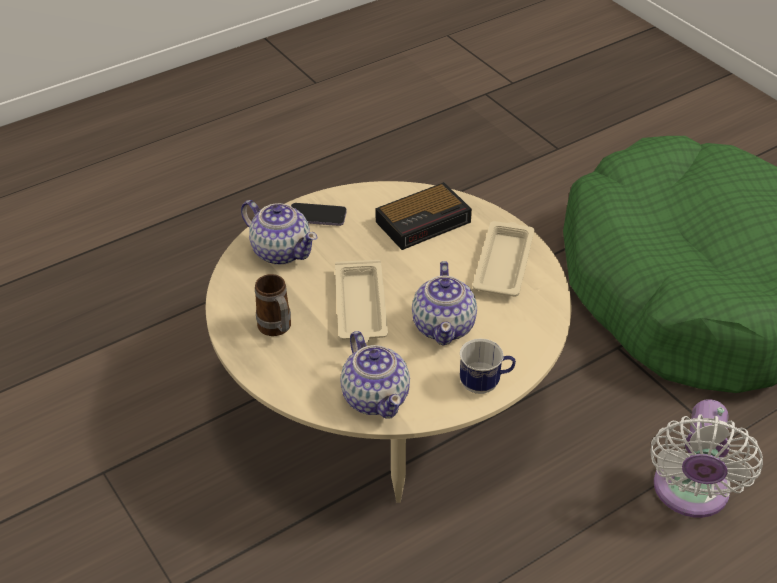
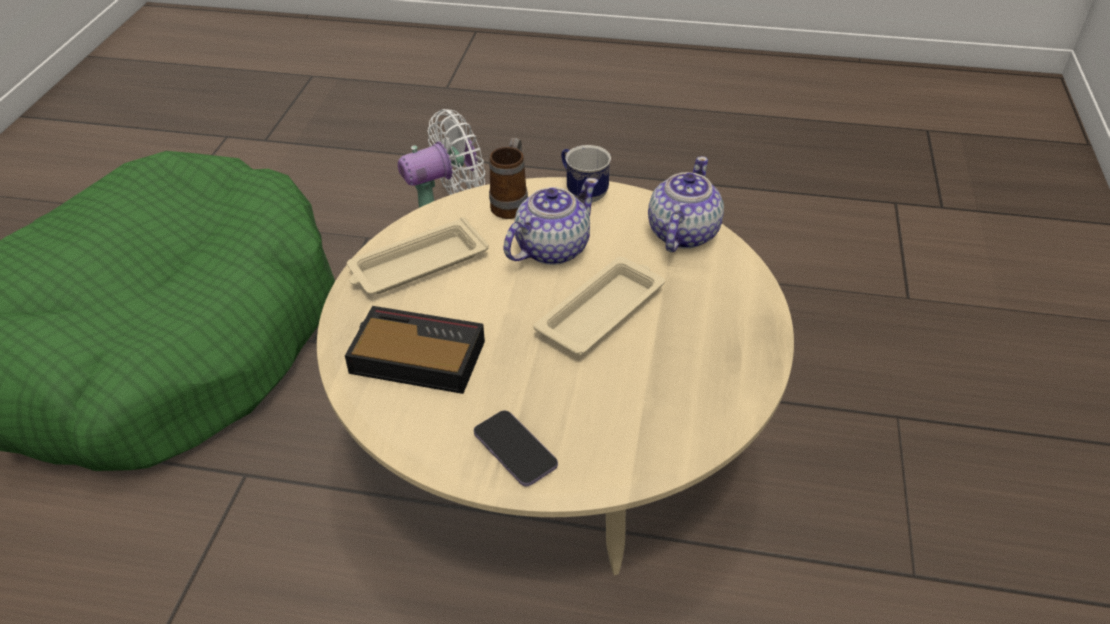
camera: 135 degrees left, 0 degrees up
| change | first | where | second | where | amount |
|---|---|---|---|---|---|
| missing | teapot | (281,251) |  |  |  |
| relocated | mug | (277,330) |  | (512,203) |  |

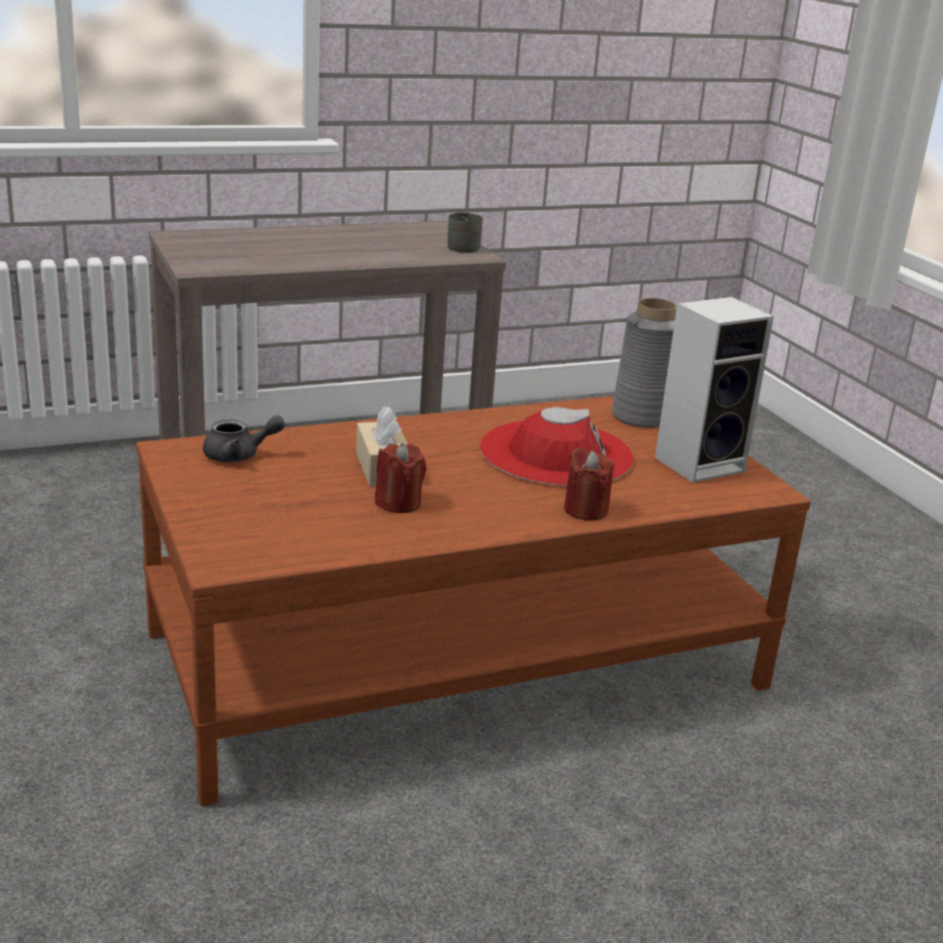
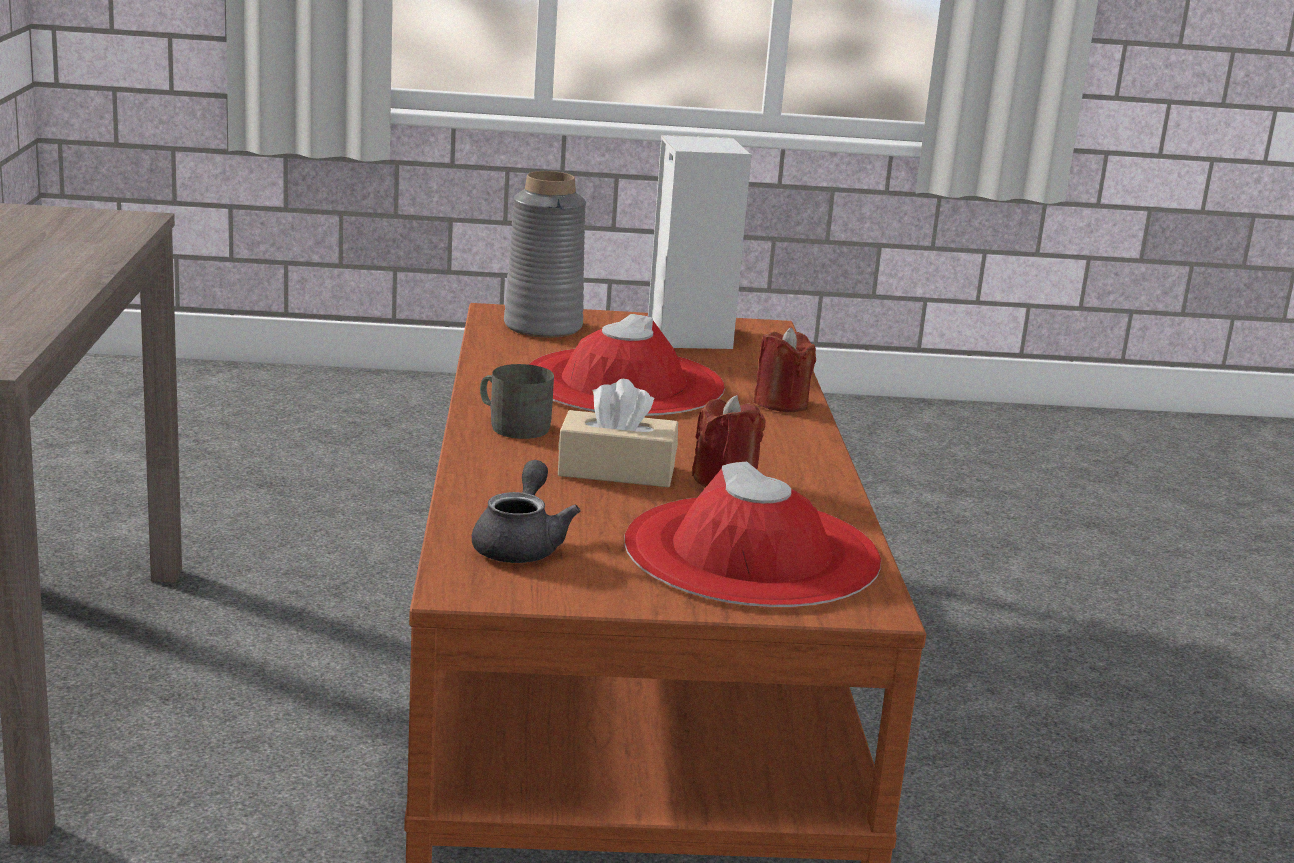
camera: 70 degrees left, 5 degrees down
| change | first | where | second | where | amount |
|---|---|---|---|---|---|
| relocated | grey mug | (465,247) |  | (513,426) |  |
| appeared |  |  | red hat | (751,552) |  |

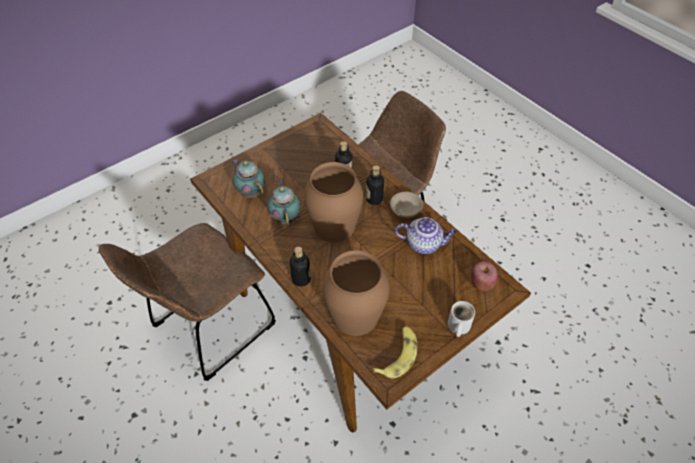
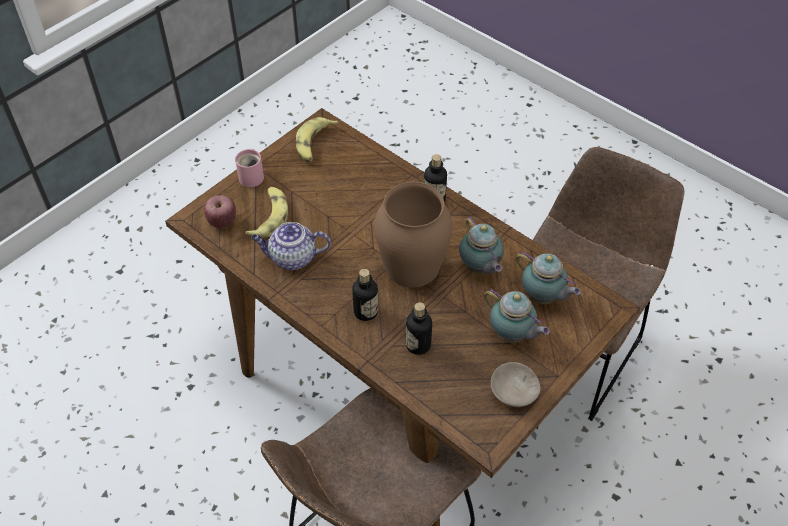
camera: 170 degrees right, 0 degrees up
| change | first | where | second | where | amount |
|---|---|---|---|---|---|
| missing | brown vase | (354,316) |  |  |  |
| relocated | beige bowl | (406,210) |  | (512,392) |  |
| colour | white mug | (458,326) | pink mug | (252,176) |  |
| appeared |  |  | banana | (269,216) |  |
| appeared |  |  | teapot | (512,335) |  |

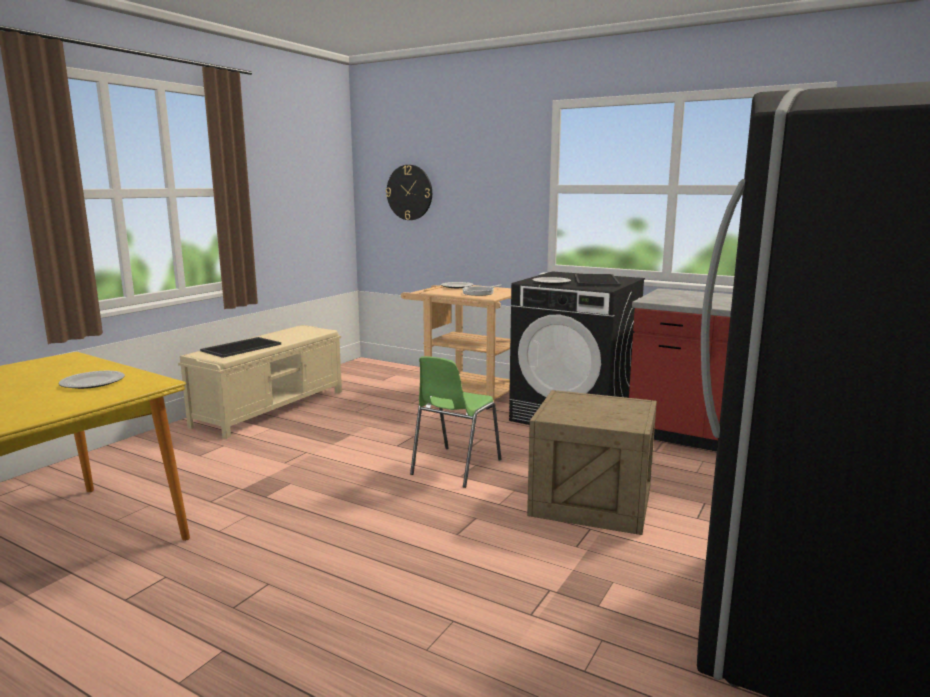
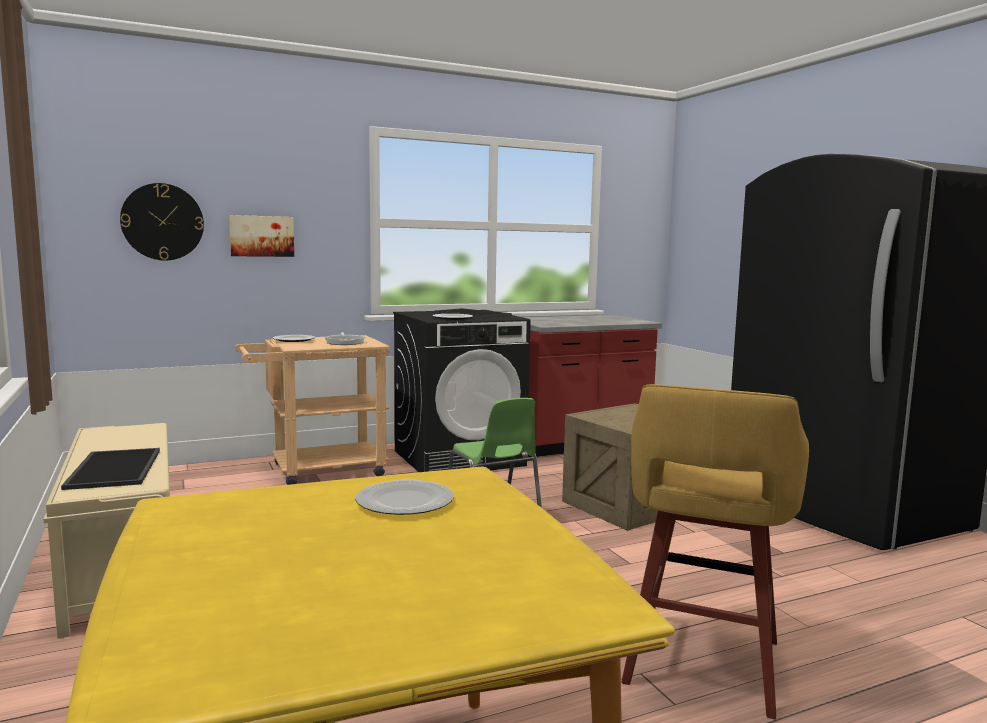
camera: 55 degrees left, 5 degrees down
| change | first | where | second | where | amount |
|---|---|---|---|---|---|
| appeared |  |  | picture | (262,236) |  |
| appeared |  |  | yellow stool | (701,665) |  |

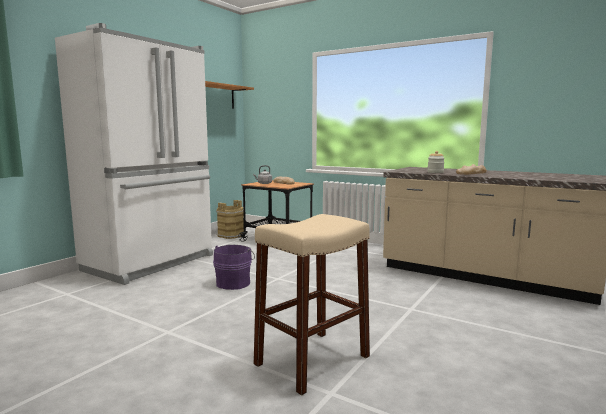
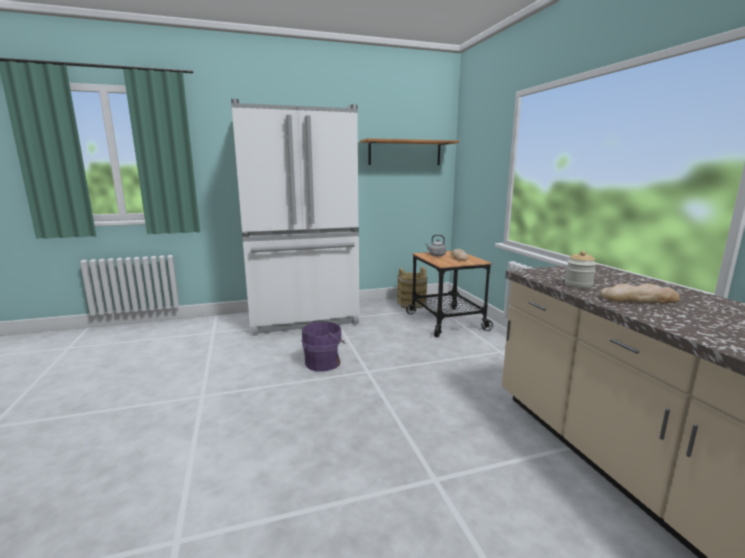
camera: 40 degrees right, 5 degrees up
| change | first | where | second | where | amount |
|---|---|---|---|---|---|
| missing | beige stool | (312,360) |  |  |  |

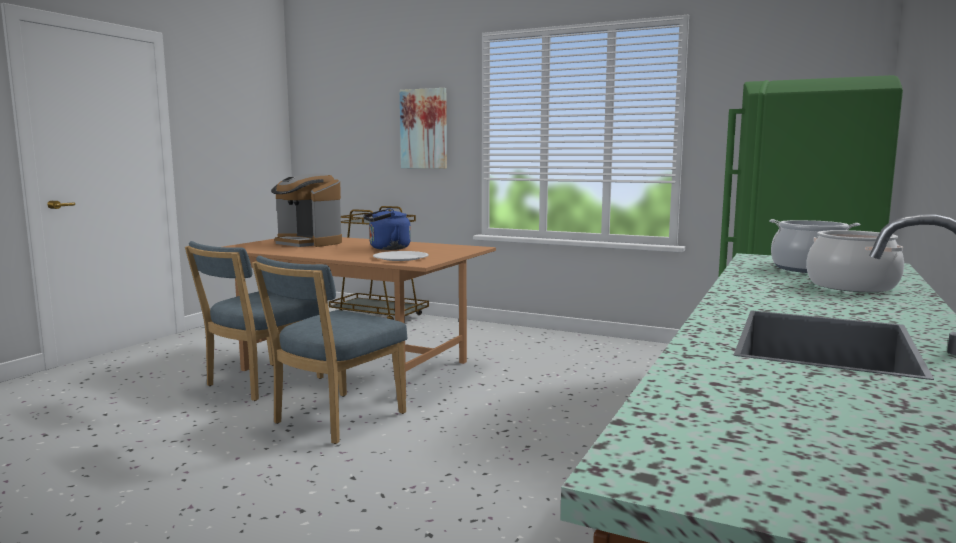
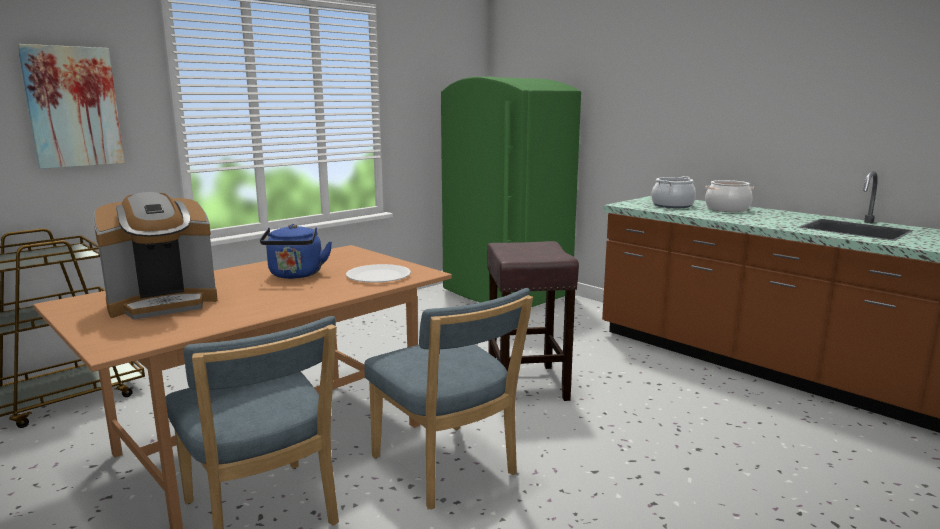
camera: 70 degrees left, 5 degrees up
| change | first | where | second | where | amount |
|---|---|---|---|---|---|
| appeared |  |  | brown stool | (526,383) |  |

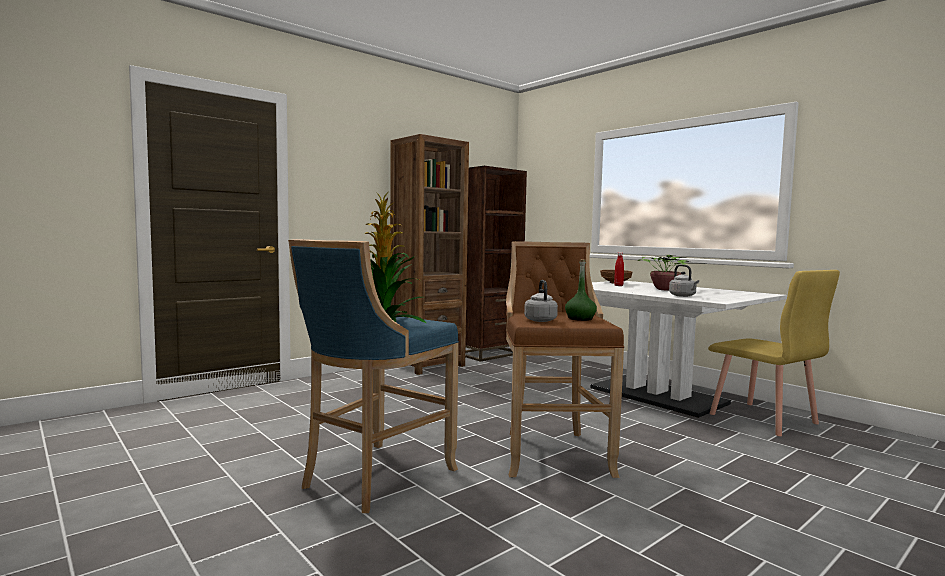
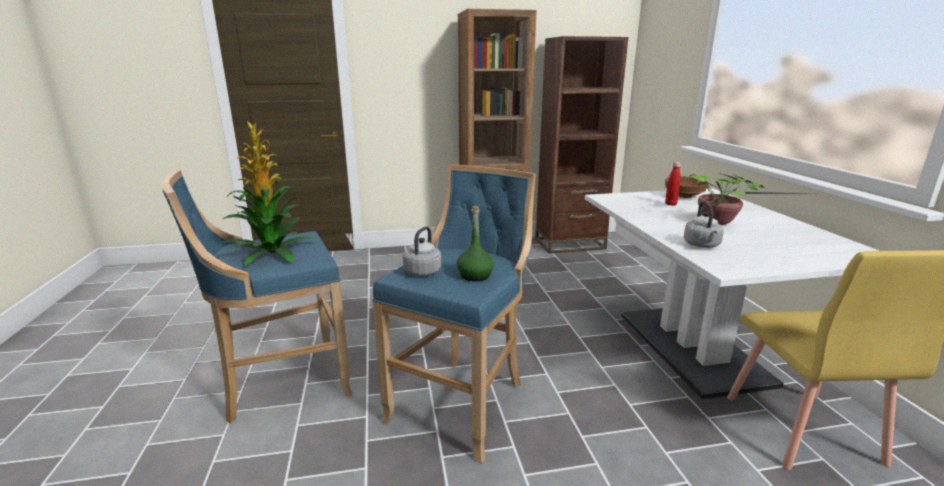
camera: 30 degrees right, 15 degrees up
| change | first | where | second | where | amount |
|---|---|---|---|---|---|
| colour | brown stool | (553,452) | blue stool | (462,401) |  |

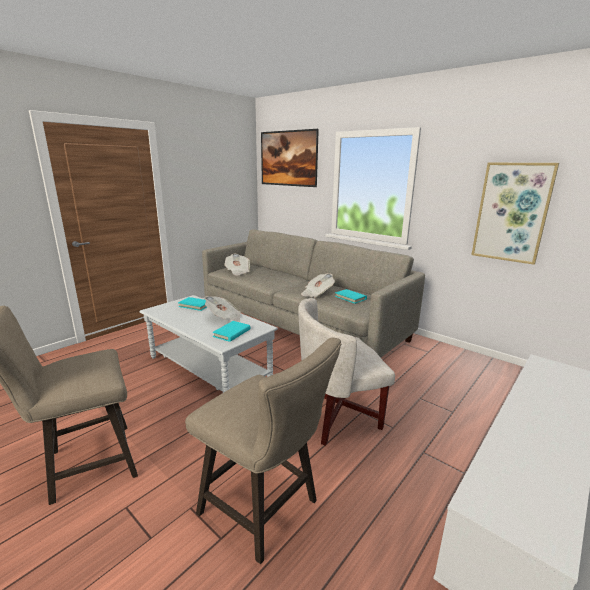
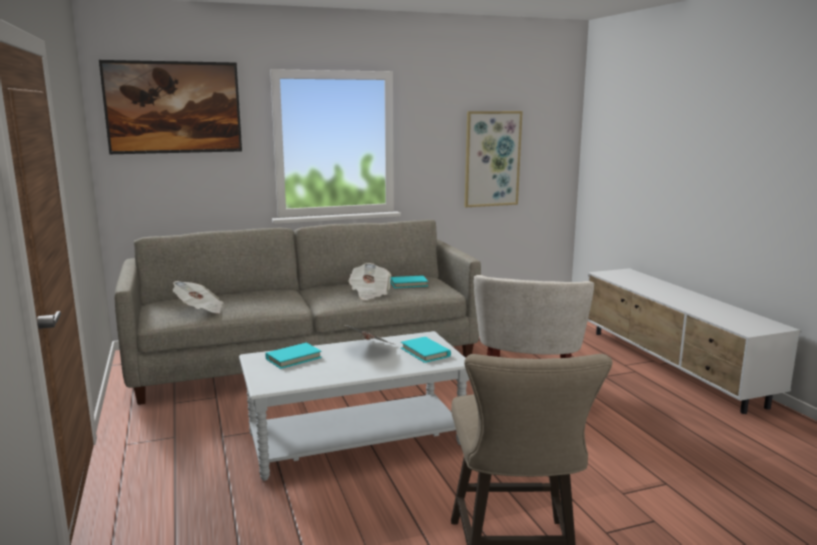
camera: 60 degrees left, 5 degrees down
| change | first | where | second | where | amount |
|---|---|---|---|---|---|
| missing | beige stool | (265,510) |  |  |  |

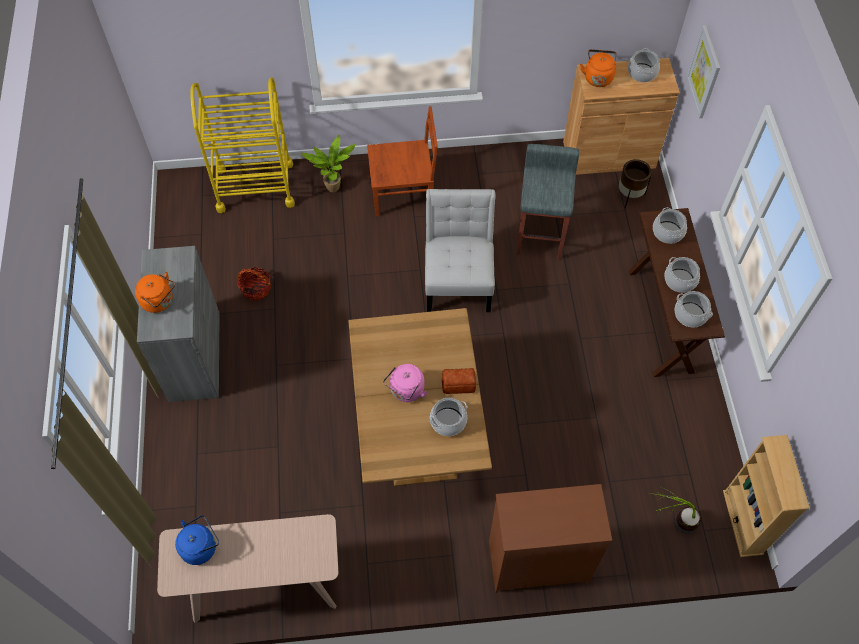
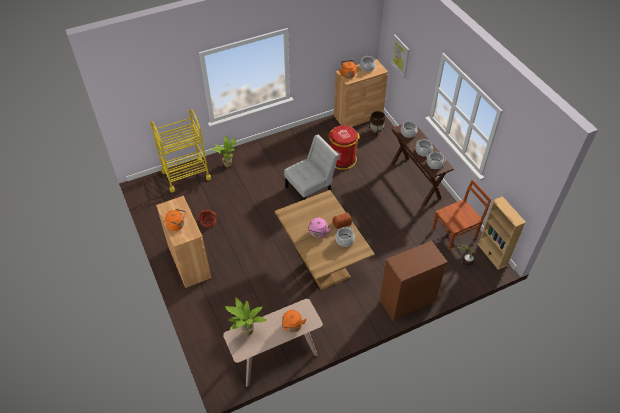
camera: 20 degrees left, 10 degrees down
| change | first | where | second | where | amount |
|---|---|---|---|---|---|
| colour | grey cabinet | (194,356) | brown cabinet | (189,262) |  |
| exchanged | blue kettle | (201,546) | potted plant | (247,333) |  |
| relocated | brown chair | (403,193) |  | (455,233) |  |
| spun | white chair | (458,279) |  | (310,189) | 75 degrees clockwise |
| exchanged | grey stool | (540,236) | red trash can | (342,159) |  |
| appeared |  |  | orange kettle | (292,326) |  |

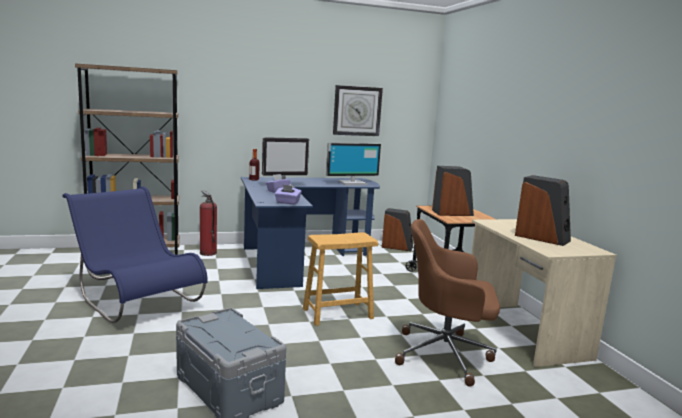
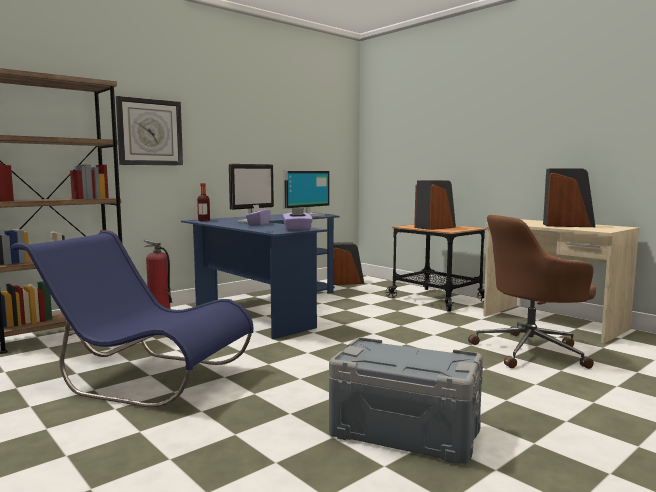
camera: 25 degrees left, 5 degrees down
| change | first | where | second | where | amount |
|---|---|---|---|---|---|
| missing | brown stool | (337,314) |  |  |  |
| relocated | wall clock | (357,111) |  | (150,132) |  |

